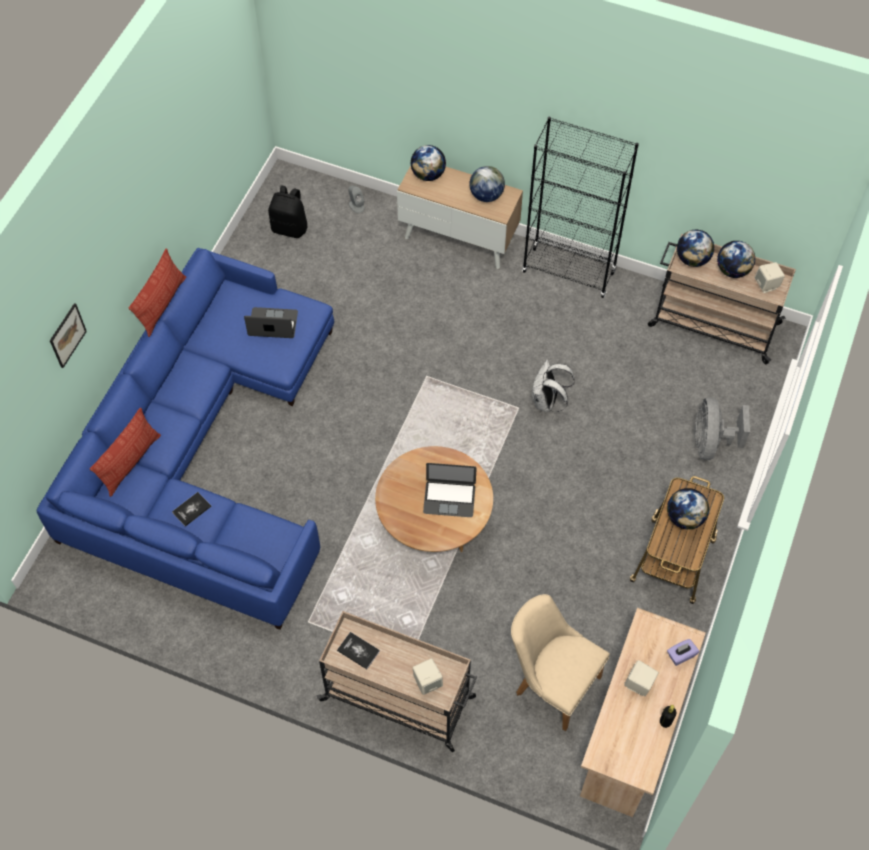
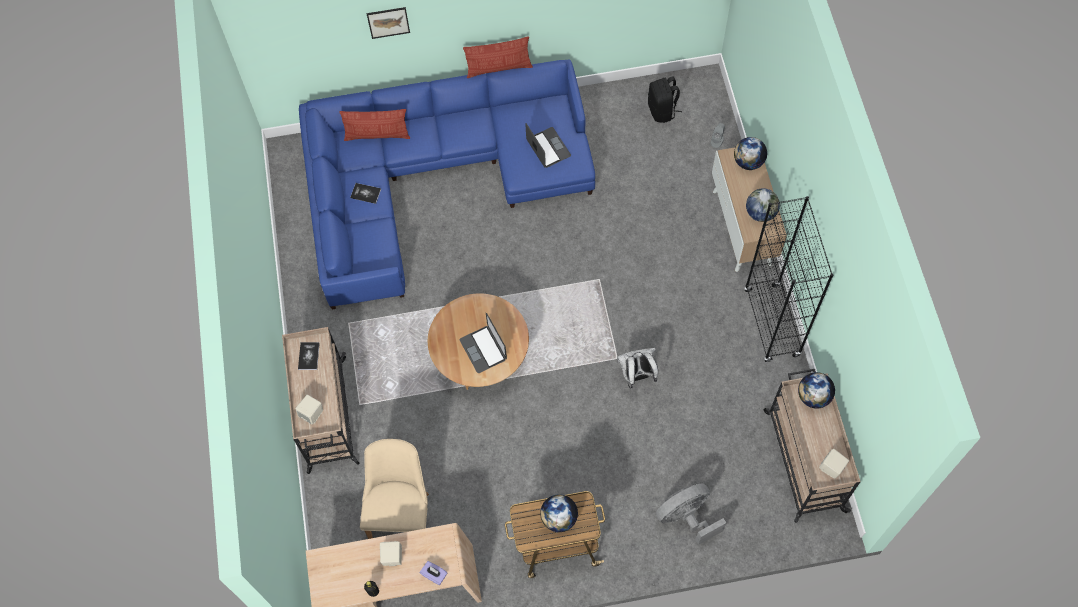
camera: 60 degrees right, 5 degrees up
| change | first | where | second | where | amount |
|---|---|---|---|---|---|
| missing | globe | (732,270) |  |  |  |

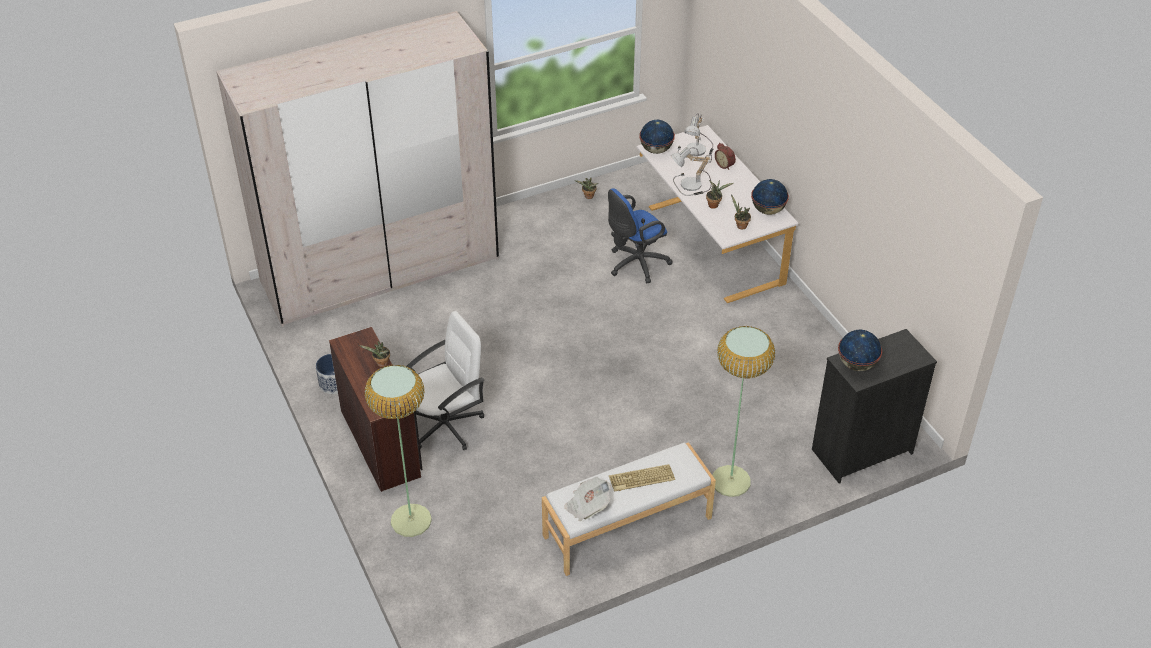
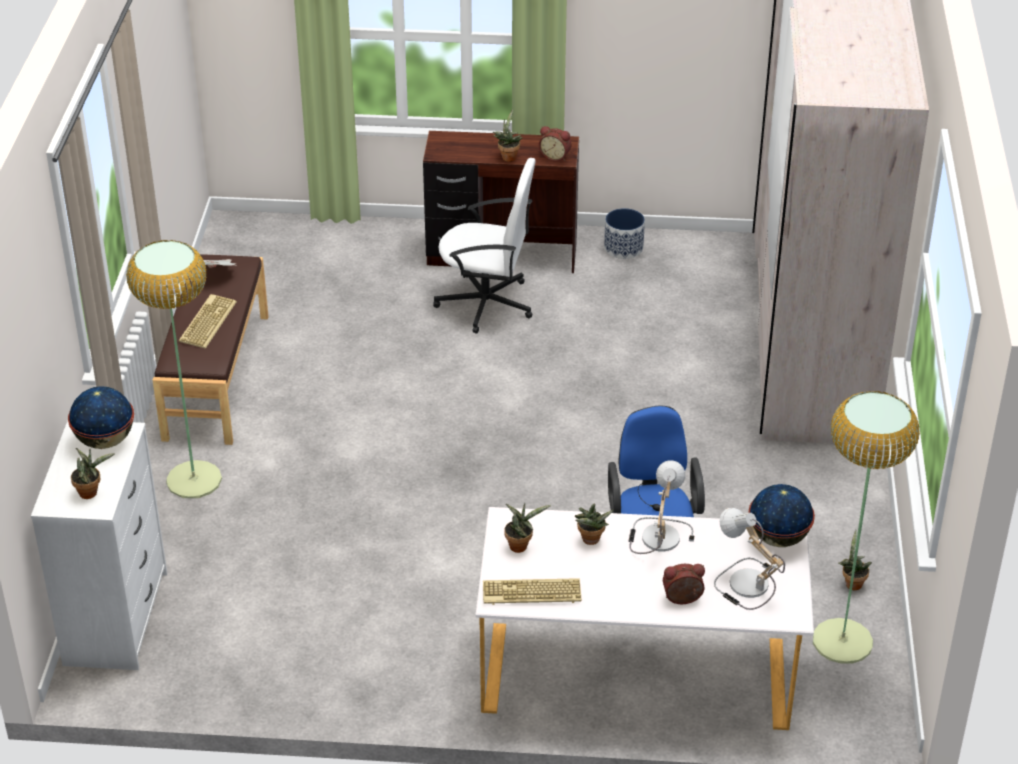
camera: 120 degrees right, 5 degrees down
| change | first | where | second | where | amount |
|---|---|---|---|---|---|
| relocated | floor lamp | (411,520) |  | (842,642) |  |
| spun | white office chair | (446,425) |  | (487,304) | 75 degrees counterclockwise |
| colour | white bench | (628,527) | brown bench | (215,376) |  |
| exchanged | globe | (768,210) | keyboard | (531,593) |  |
| colour | black dresser | (861,451) | white dresser | (117,618) |  |
| appeared |  |  | potted plant | (91,492) |  |
| appeared |  |  | alarm clock | (555,156) |  |

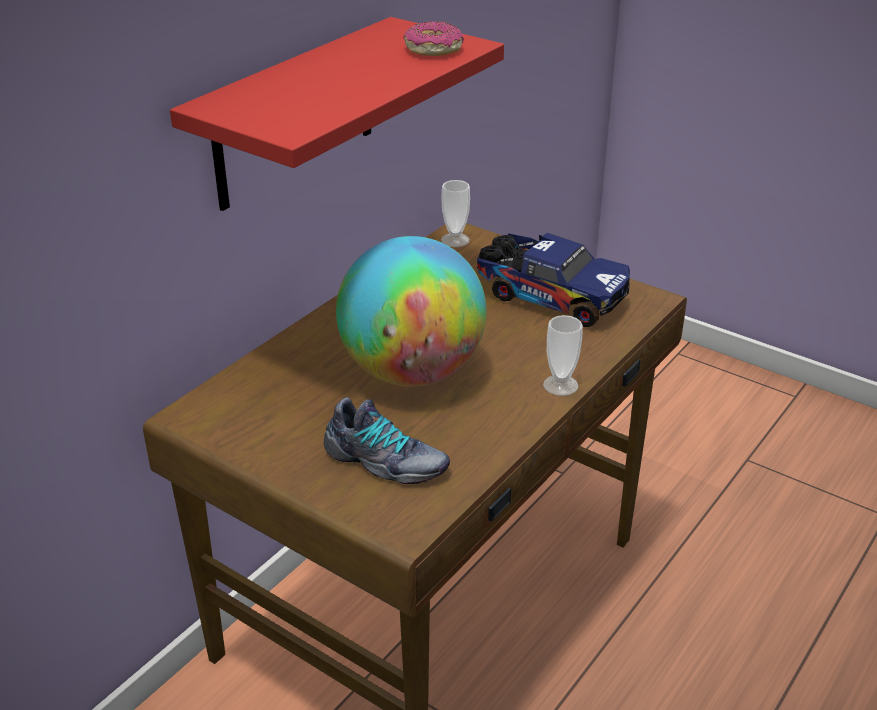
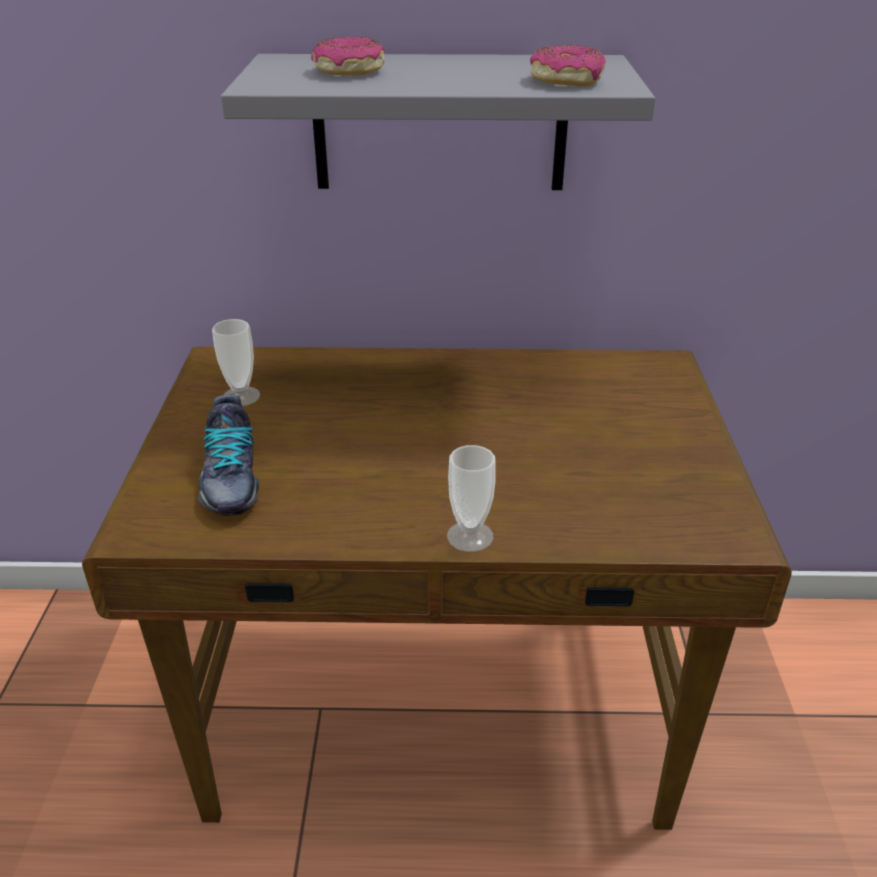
camera: 55 degrees right, 0 degrees up
| change | first | where | second | where | amount |
|---|---|---|---|---|---|
| colour | red shelf | (294,115) | grey shelf | (440,123) |  |
| missing | globe | (412,372) |  |  |  |
| relocated | cup | (455,240) |  | (241,396) |  |
| missing | toy truck | (548,296) |  |  |  |
| appeared |  |  | donut | (349,71) |  |

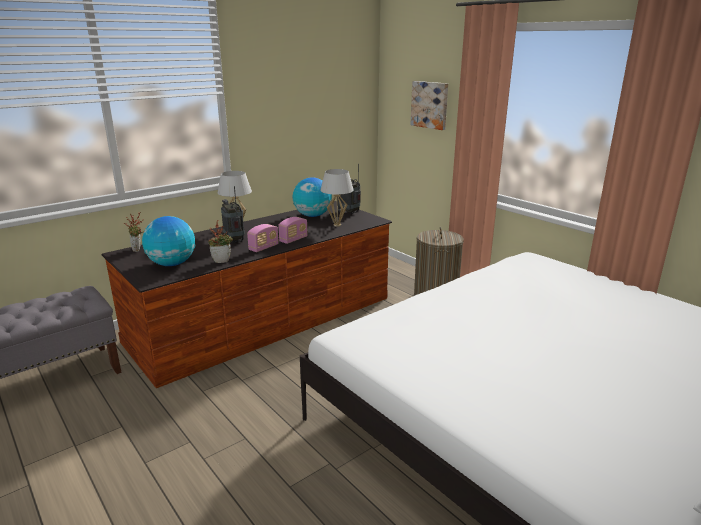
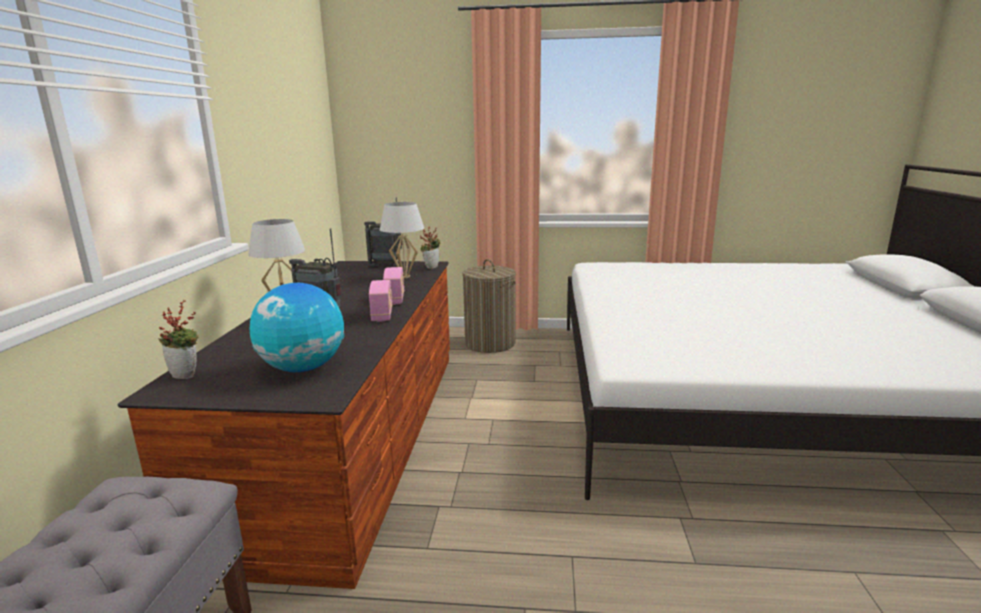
camera: 45 degrees left, 5 degrees down
| change | first | where | second | where | amount |
|---|---|---|---|---|---|
| relocated | potted plant | (222,260) |  | (431,267) |  |
| missing | globe | (312,216) |  |  |  |
| missing | picture | (430,105) |  |  |  |

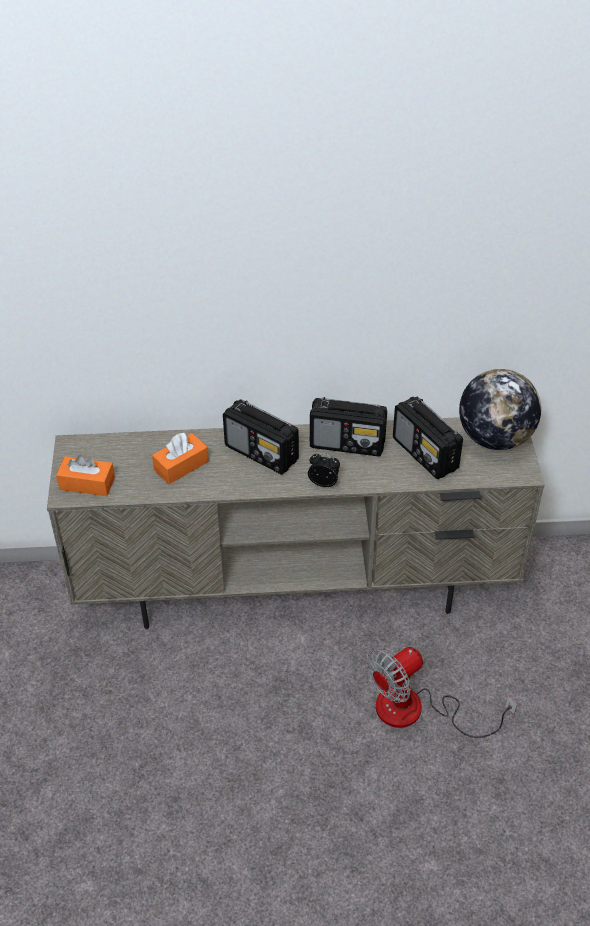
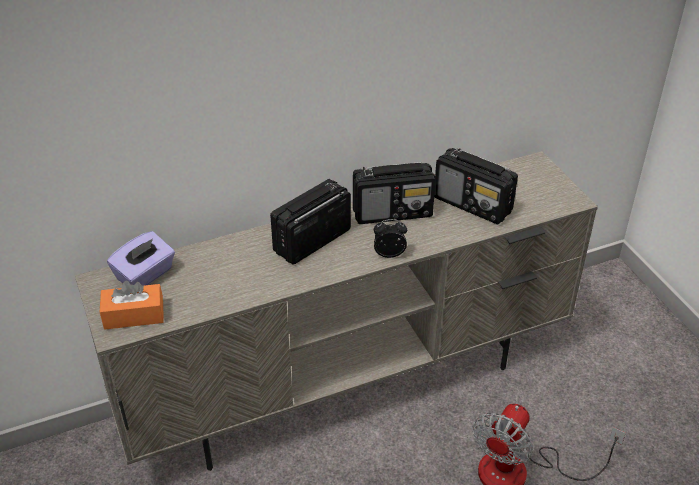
camera: 20 degrees left, 5 degrees down
| change | first | where | second | where | amount |
|---|---|---|---|---|---|
| missing | orange tissue box | (181,465) |  |  |  |
| spun | radio | (262,453) |  | (311,241) | 120 degrees clockwise |
| missing | globe | (494,438) |  |  |  |
| appeared |  |  | purple tissue box | (145,275) |  |

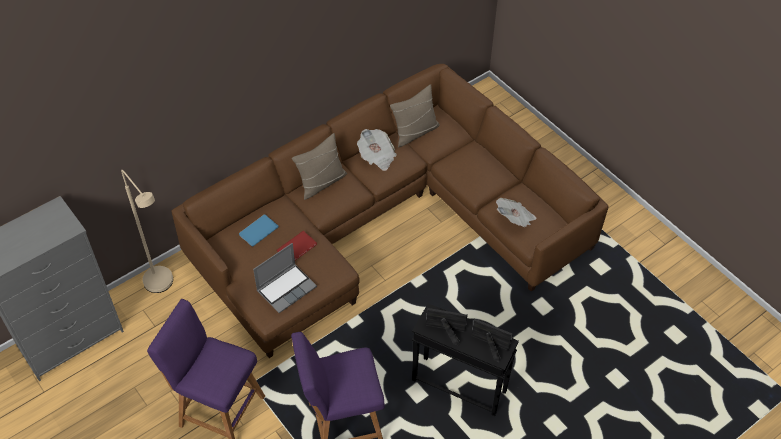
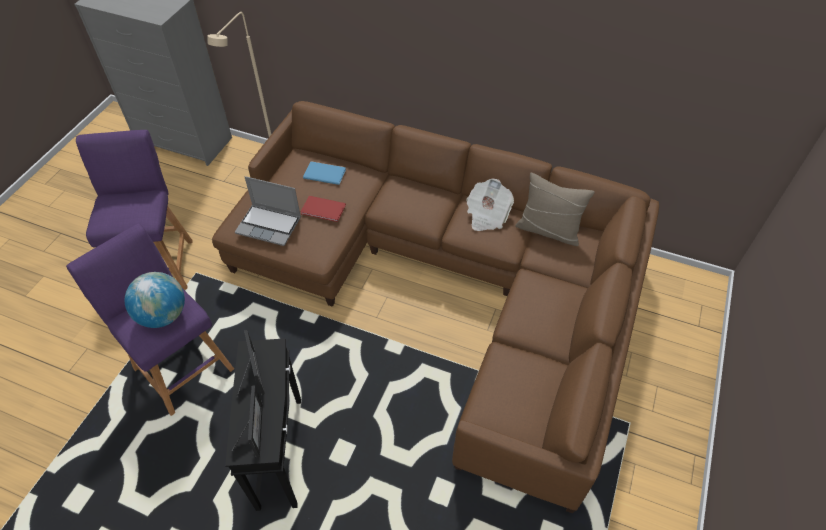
camera: 60 degrees right, 0 degrees up
| change | first | where | second | where | amount |
|---|---|---|---|---|---|
| missing | beige pillow | (321,183) |  |  |  |
| missing | newspaper | (515,219) |  |  |  |
| appeared |  |  | globe | (163,315) |  |

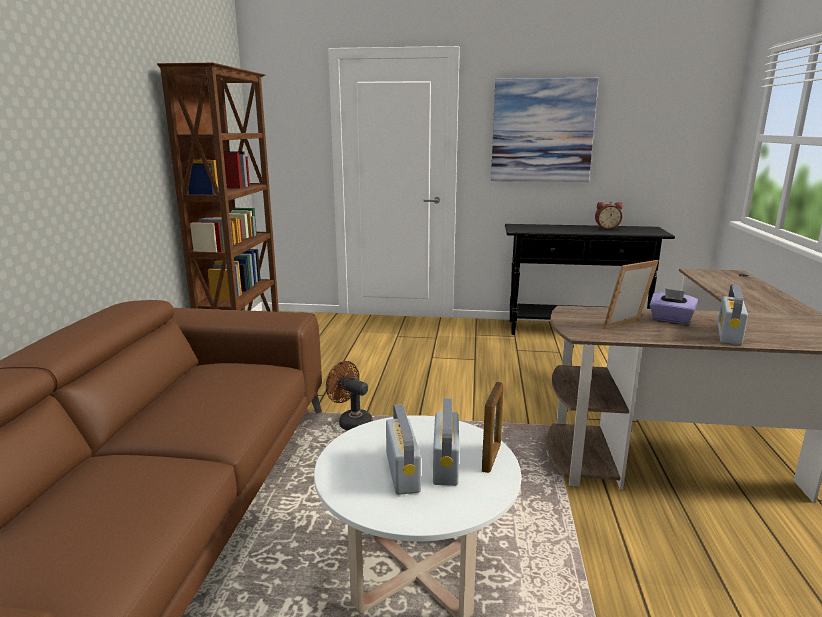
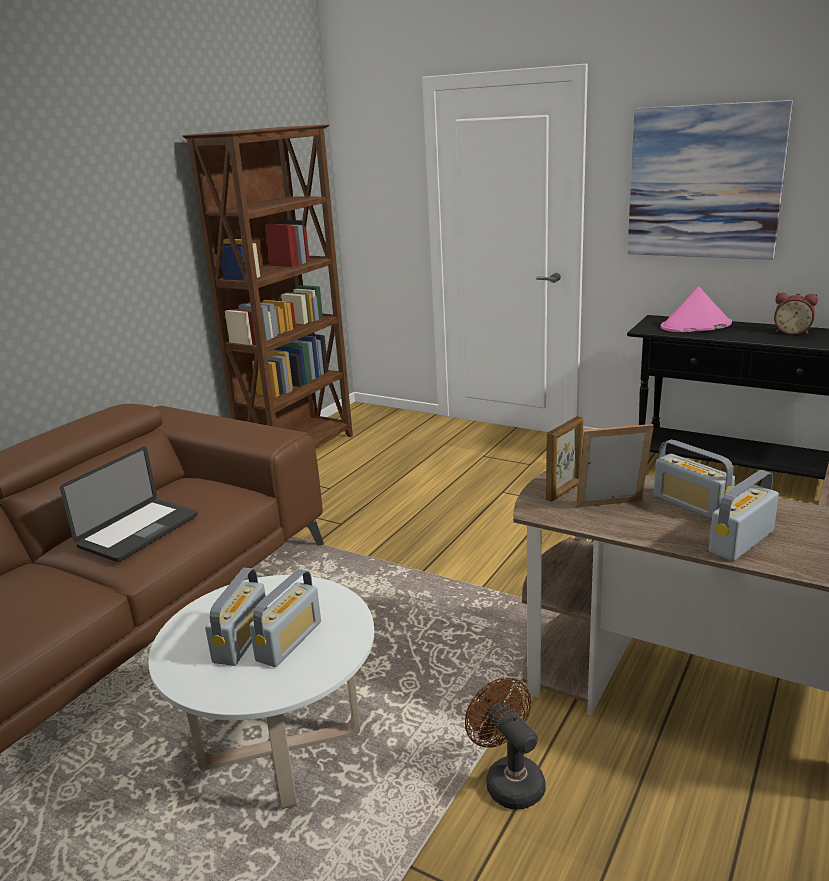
camera: 25 degrees right, 5 degrees up
| change | first | where | second | where | amount |
|---|---|---|---|---|---|
| relocated | brown fan | (351,422) |  | (508,780) |  |
| relocated | picture frame | (491,457) |  | (564,491) |  |
| exchanged | purple tissue box | (670,319) | radio | (691,504) |  |
| appeared |  |  | laptop | (139,531) |  |
| appeared |  |  | pink hat | (695,326) |  |

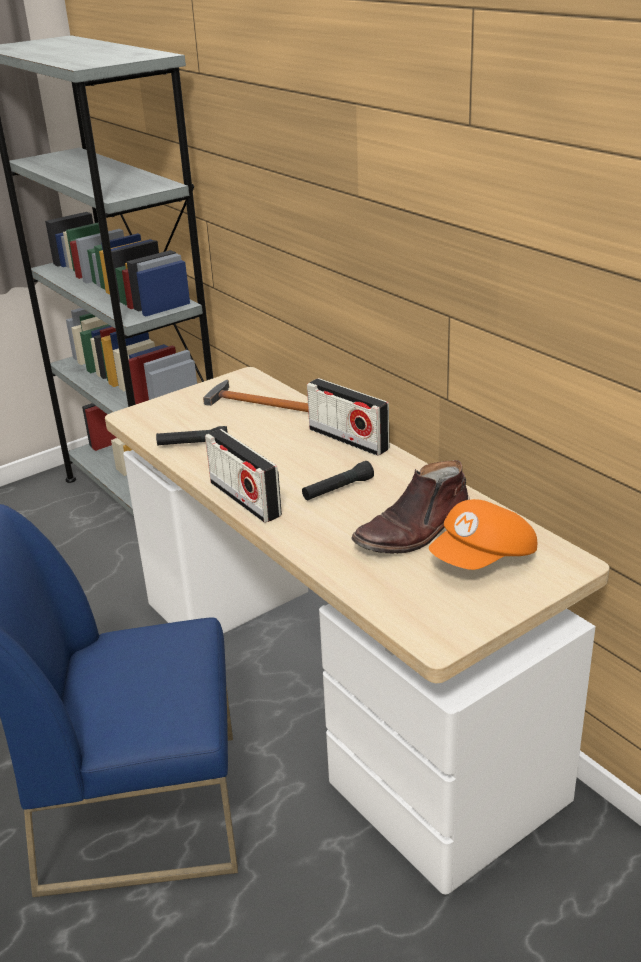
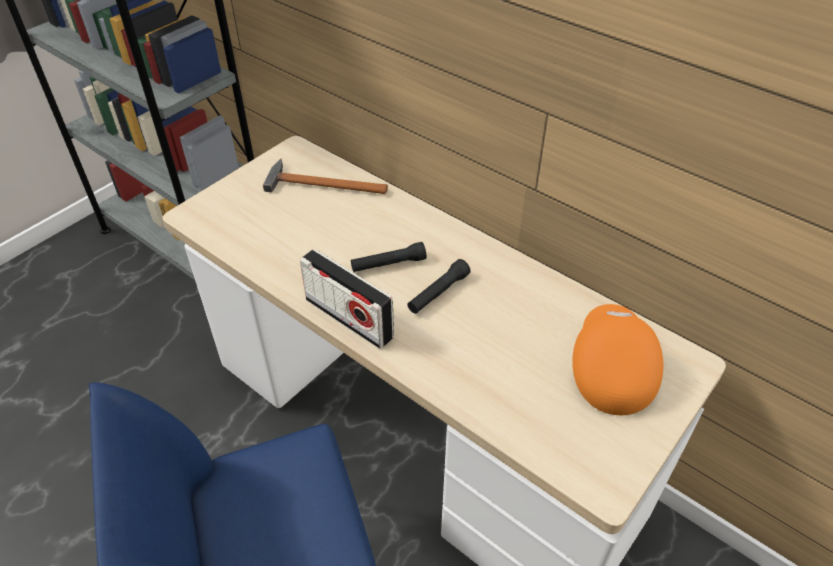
camera: 15 degrees left, 15 degrees up
| change | first | where | second | where | amount |
|---|---|---|---|---|---|
| relocated | black flashlight | (193,444) |  | (388,264) |  |
| missing | radio | (348,439) |  |  |  |
| missing | brown boot | (414,531) |  |  |  |
| spun | orange cap | (484,559) |  | (610,369) | 150 degrees clockwise |

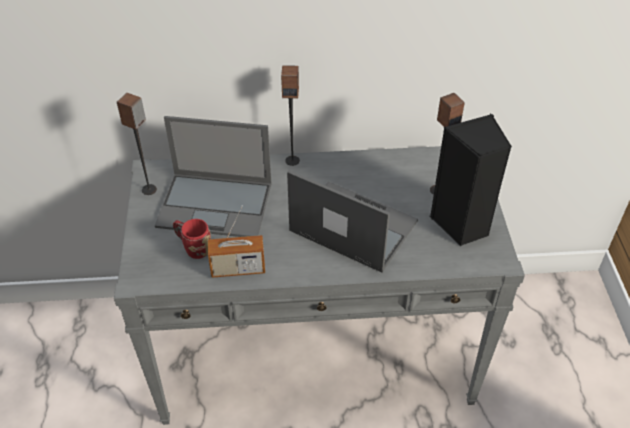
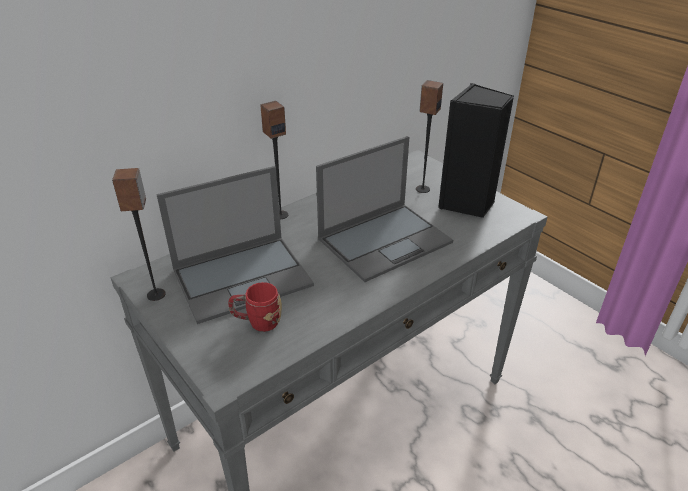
camera: 35 degrees left, 10 degrees down
| change | first | where | second | where | amount |
|---|---|---|---|---|---|
| missing | radio | (238,269) |  |  |  |
| spun | laptop | (351,226) |  | (386,240) | 150 degrees clockwise |

